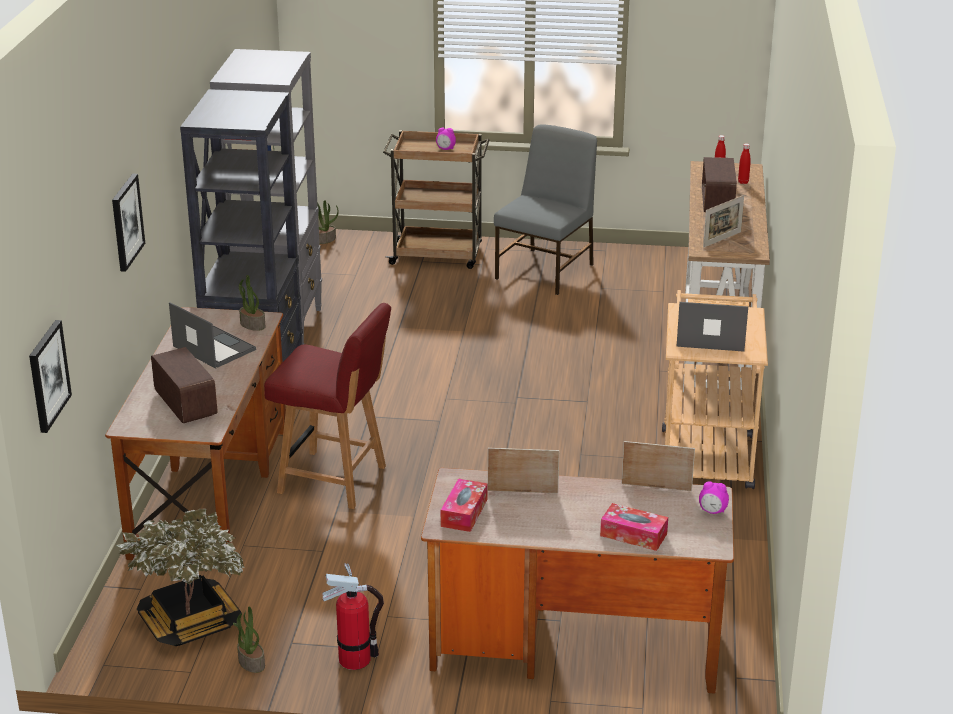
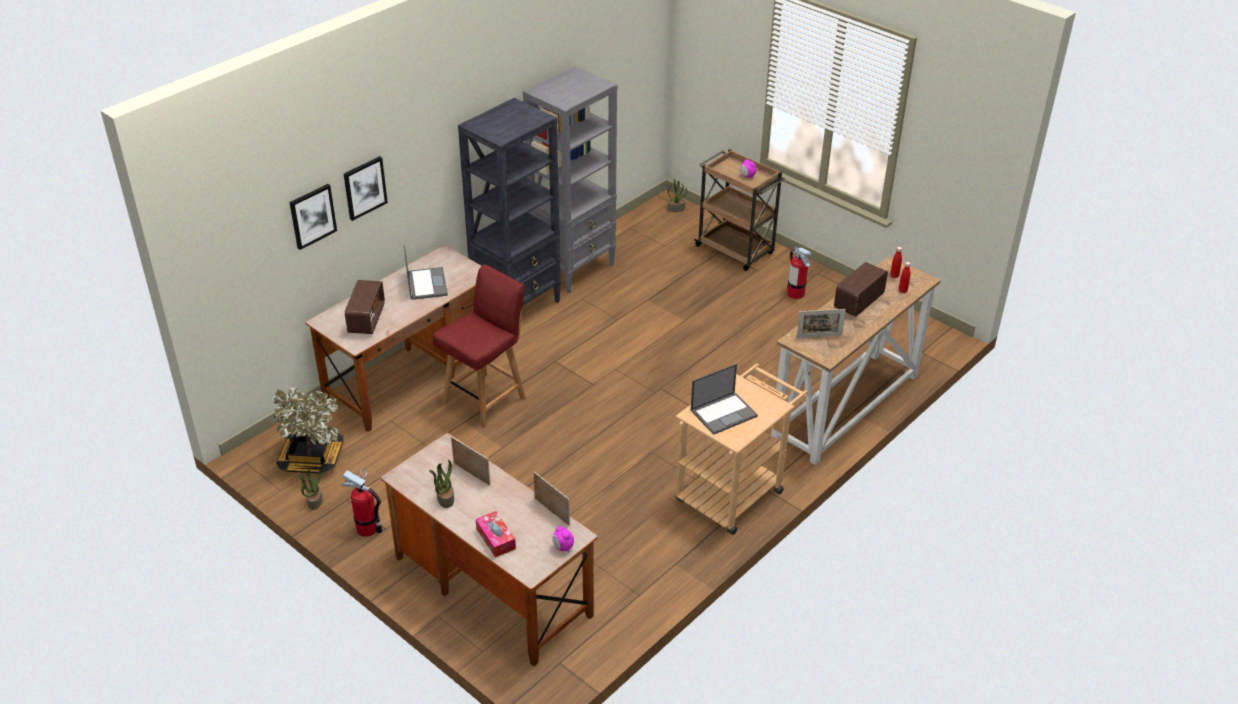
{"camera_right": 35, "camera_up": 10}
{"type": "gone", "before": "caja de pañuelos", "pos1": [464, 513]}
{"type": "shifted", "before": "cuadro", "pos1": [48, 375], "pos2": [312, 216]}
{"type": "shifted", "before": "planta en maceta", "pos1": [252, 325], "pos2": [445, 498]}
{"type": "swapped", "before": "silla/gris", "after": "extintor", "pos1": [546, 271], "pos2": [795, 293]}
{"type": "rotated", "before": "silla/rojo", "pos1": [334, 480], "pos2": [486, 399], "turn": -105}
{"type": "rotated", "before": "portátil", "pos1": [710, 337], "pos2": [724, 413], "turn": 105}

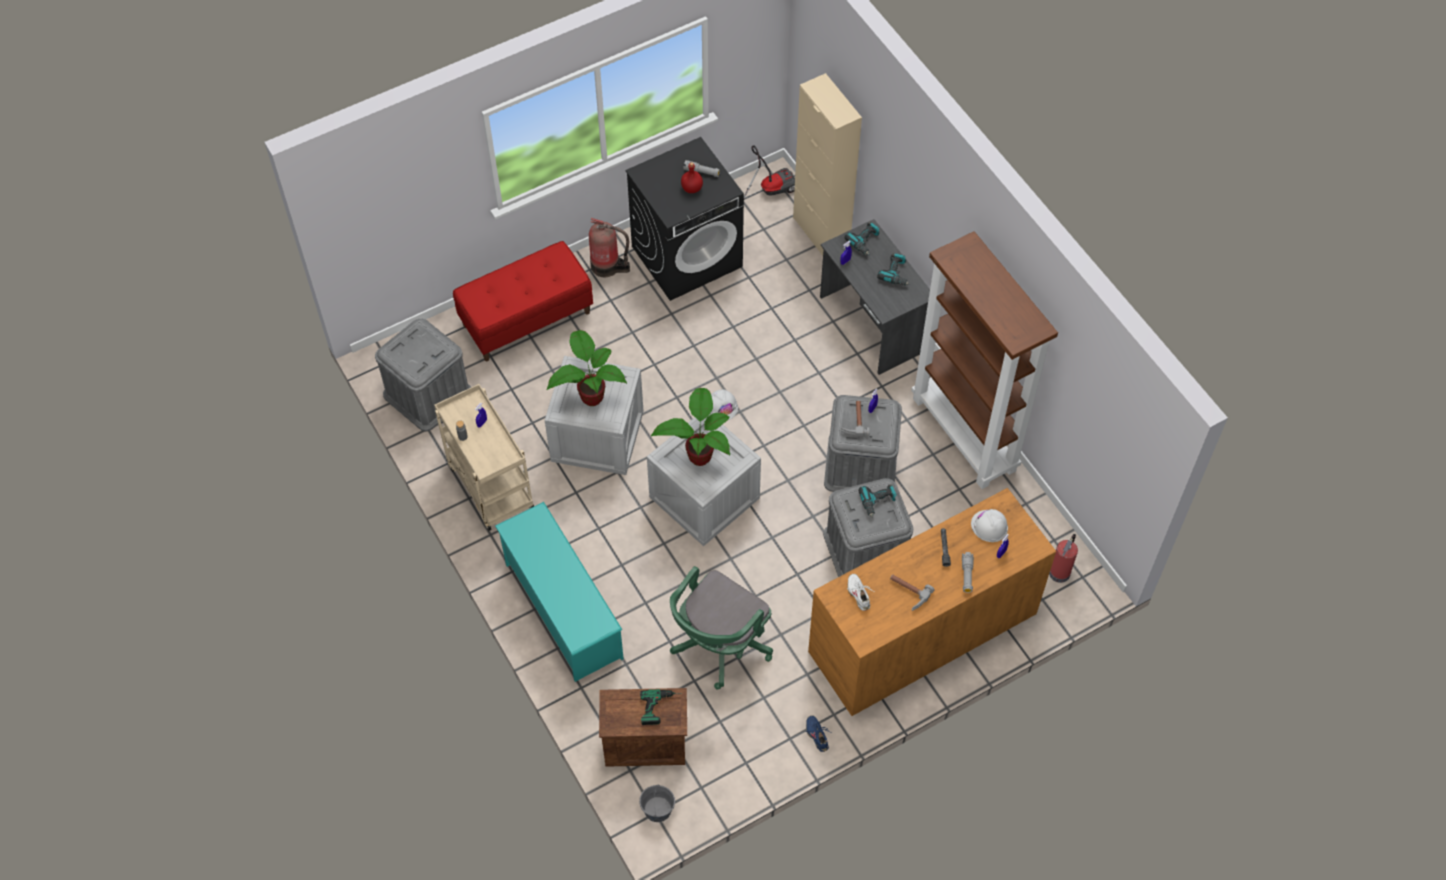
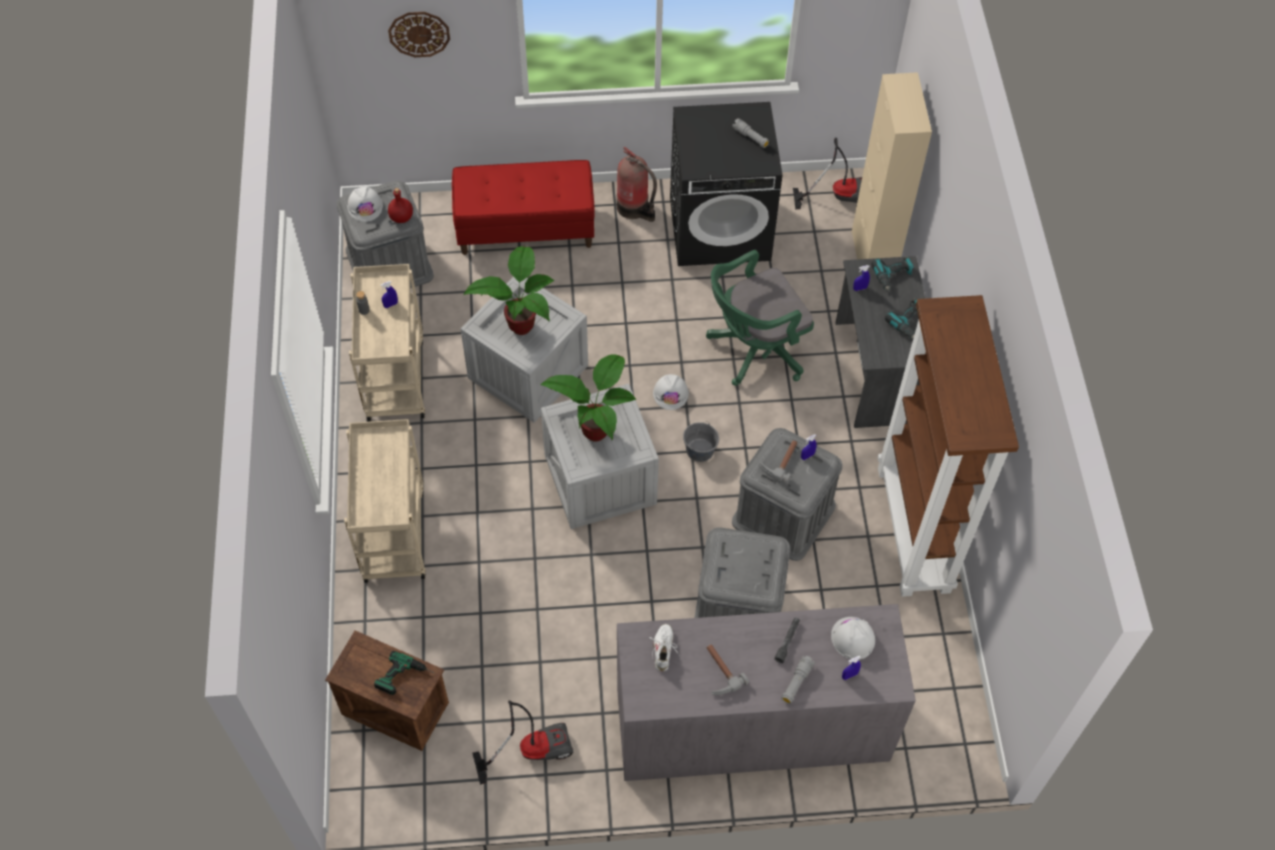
{"camera_right": 25, "camera_up": 0}
{"type": "gone", "before": "zapato/azul", "pos1": [817, 735]}
{"type": "gone", "before": "taladro", "pos1": [878, 502]}
{"type": "gone", "before": "extintor", "pos1": [1060, 572]}
{"type": "new", "after": "casco/blanco", "pos2": [365, 206]}
{"type": "new", "after": "reloj de pared", "pos2": [419, 33]}
{"type": "new", "after": "aspiradora", "pos2": [531, 749]}
{"type": "shifted", "before": "cubo/gris", "pos1": [657, 810], "pos2": [699, 450]}
{"type": "shifted", "before": "silla de oficina/verde", "pos1": [718, 646], "pos2": [754, 349]}
{"type": "shifted", "before": "botella/rojo", "pos1": [692, 188], "pos2": [402, 218]}
{"type": "swapped", "before": "zapatero/turquesa", "after": "carrito/beis", "pos1": [562, 610], "pos2": [393, 533]}
{"type": "repainted", "before": "cómoda/marrón", "after": "cómoda/gris", "pos1": [922, 632], "pos2": [751, 724]}

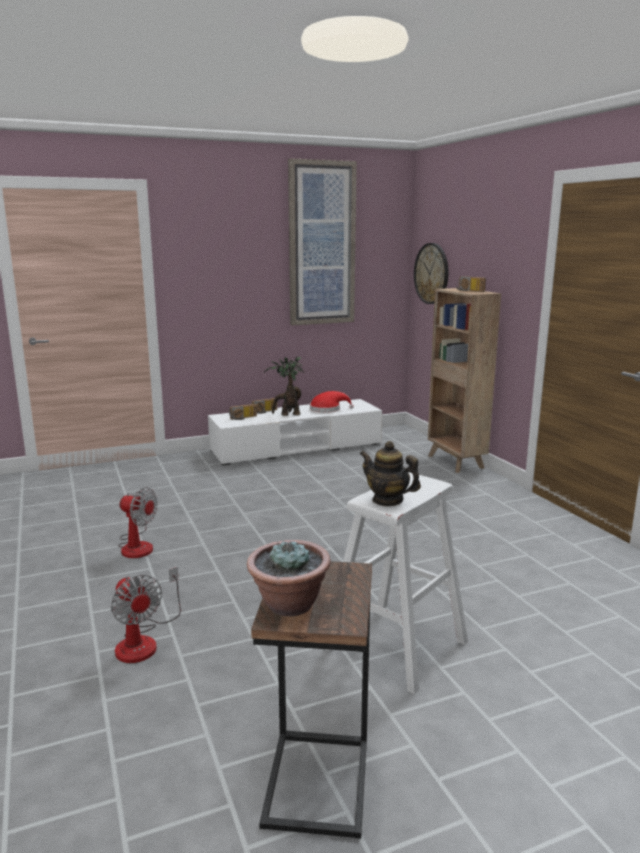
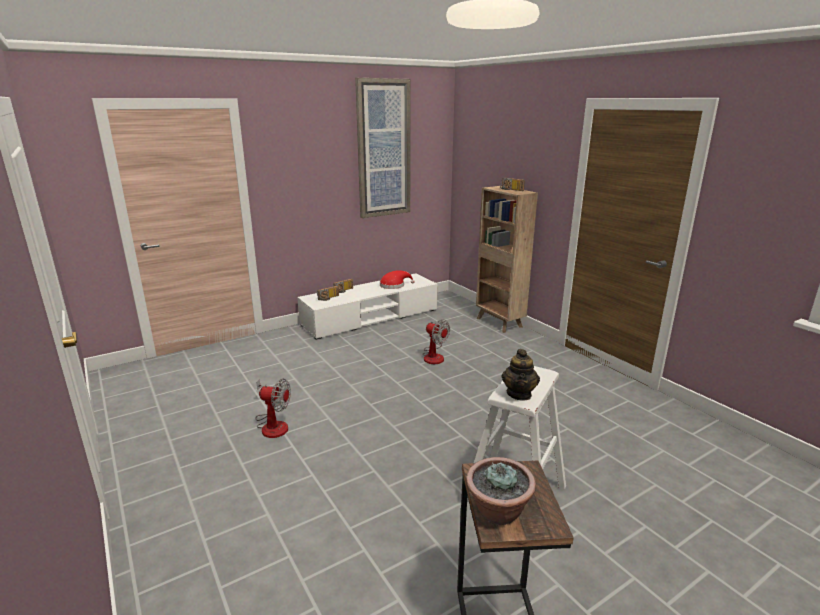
{"camera_right": -10, "camera_up": 5}
{"type": "gone", "before": "planta en maceta", "pos1": [288, 414]}
{"type": "gone", "before": "reloj de pared", "pos1": [431, 273]}
{"type": "shifted", "before": "ventilador", "pos1": [144, 641], "pos2": [434, 355]}
{"type": "rotated", "before": "tetera", "pos1": [387, 500], "pos2": [519, 394], "turn": -105}

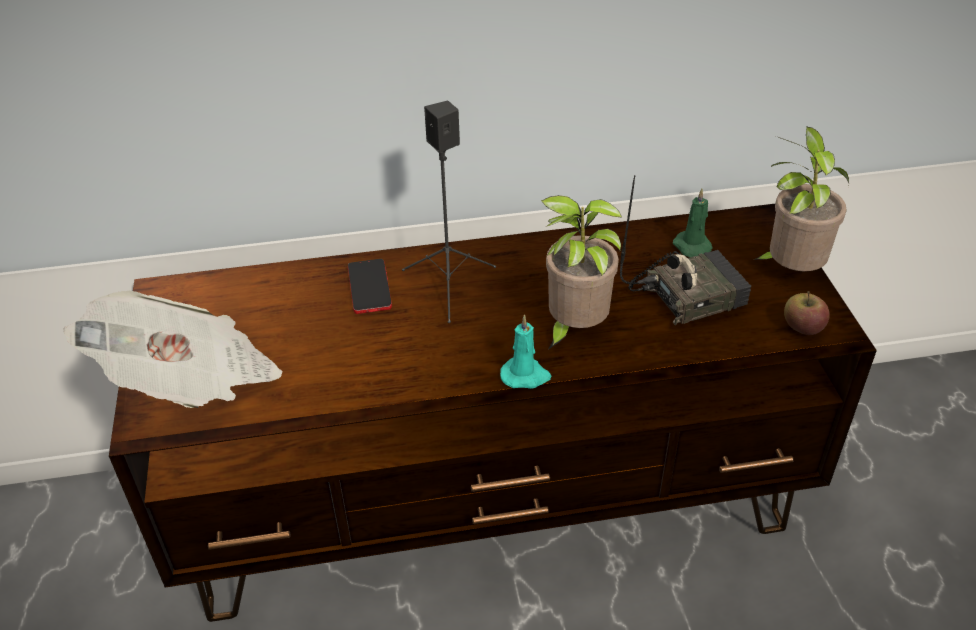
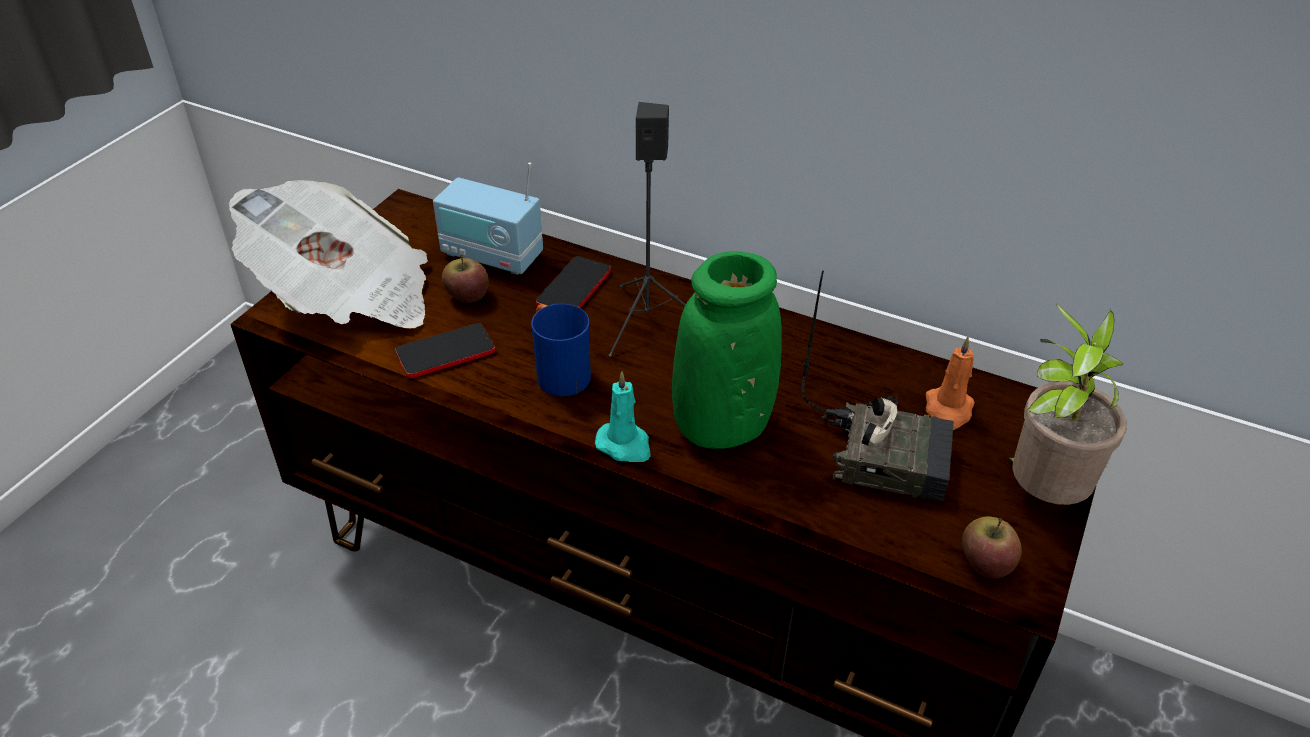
{"camera_right": 35, "camera_up": 0}
{"type": "new", "after": "móvil", "pos2": [446, 352]}
{"type": "new", "after": "radio", "pos2": [491, 256]}
{"type": "new", "after": "manzana", "pos2": [467, 296]}
{"type": "new", "after": "taza grande/azul", "pos2": [558, 372]}
{"type": "swapped", "before": "planta en maceta", "after": "florero/verde", "pos1": [574, 329], "pos2": [722, 426]}
{"type": "repainted", "before": "vela/verde", "after": "vela/naranja", "pos1": [693, 248], "pos2": [948, 410]}

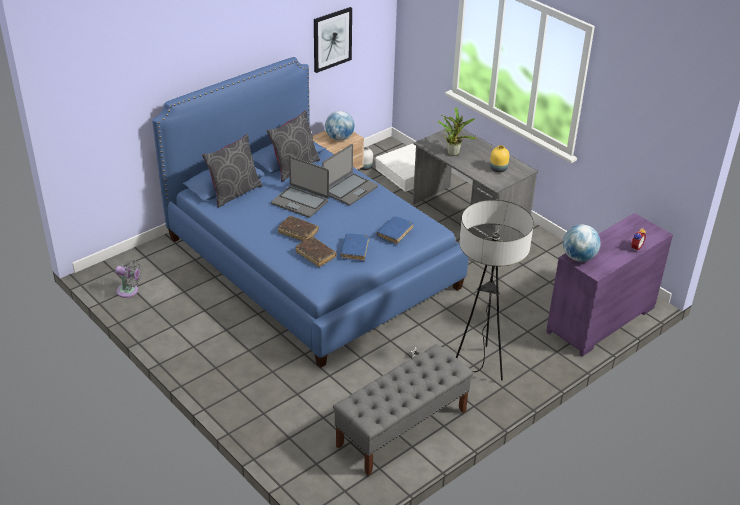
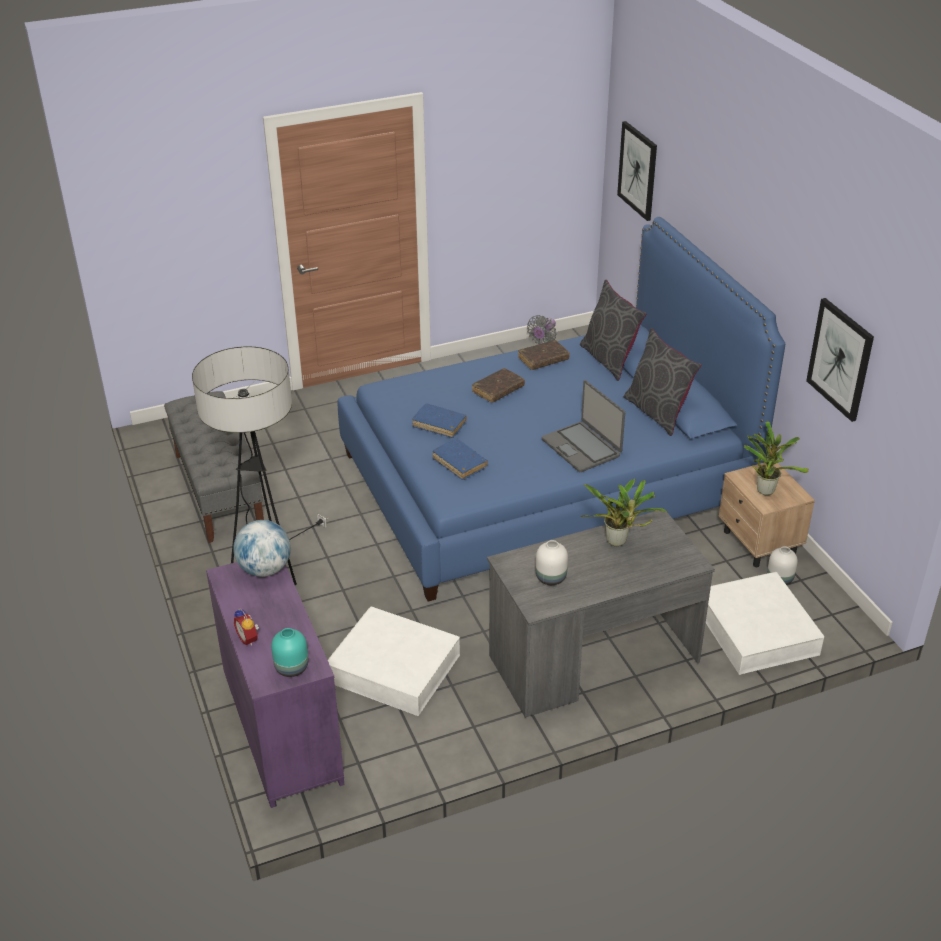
{"camera_right": 110, "camera_up": 0}
{"type": "gone", "before": "portátil", "pos1": [300, 202]}
{"type": "new", "after": "florero/turquesa", "pos2": [292, 668]}
{"type": "new", "after": "caja de almacenaje/blanco", "pos2": [394, 668]}
{"type": "new", "after": "cuadro", "pos2": [638, 170]}
{"type": "shifted", "before": "libro/marrón", "pos1": [315, 255], "pos2": [543, 359]}
{"type": "swapped", "before": "globo terráqueo", "after": "planta en maceta", "pos1": [339, 138], "pos2": [765, 489]}
{"type": "repainted", "before": "florero/amarillo", "after": "florero/blanco", "pos1": [498, 169], "pos2": [550, 578]}

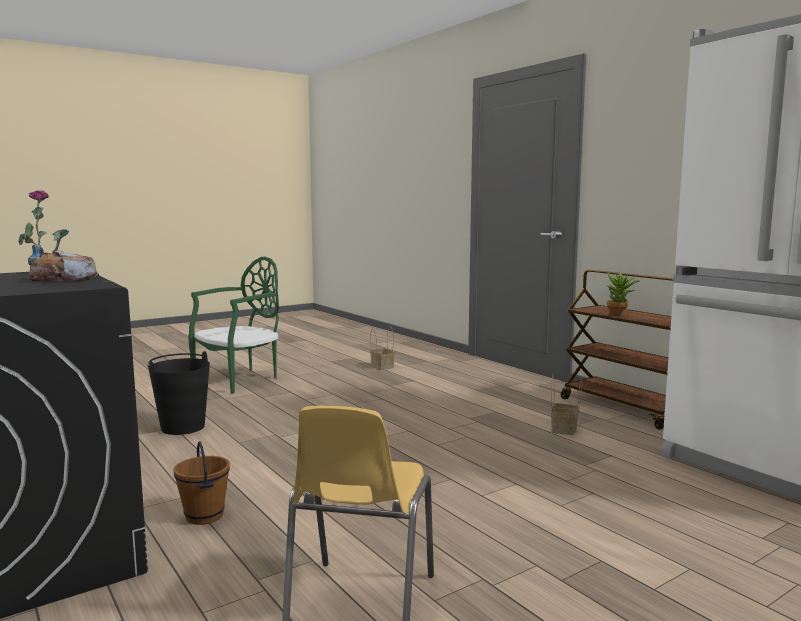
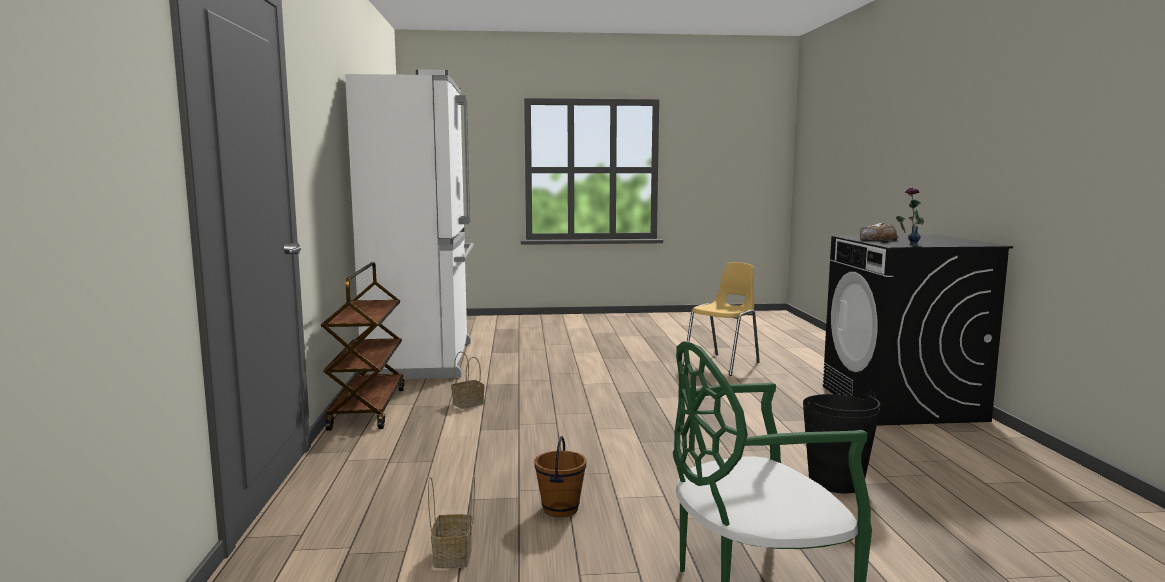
{"camera_right": -150, "camera_up": 0}
{"type": "gone", "before": "planta en maceta", "pos1": [620, 315]}
{"type": "shifted", "before": "cubo/marrón", "pos1": [203, 516], "pos2": [561, 509]}

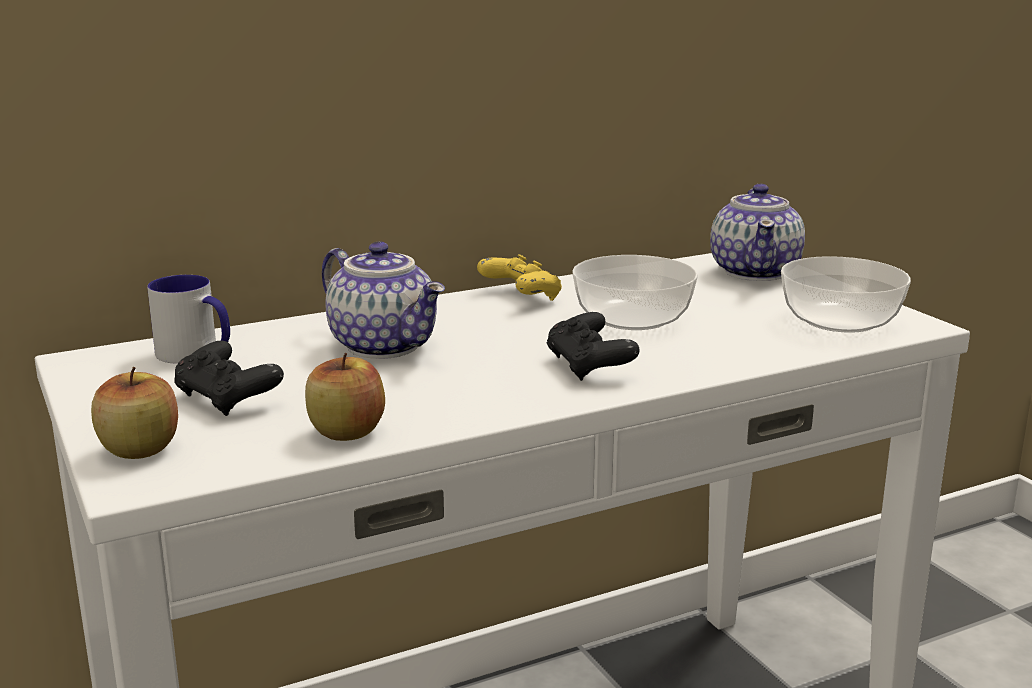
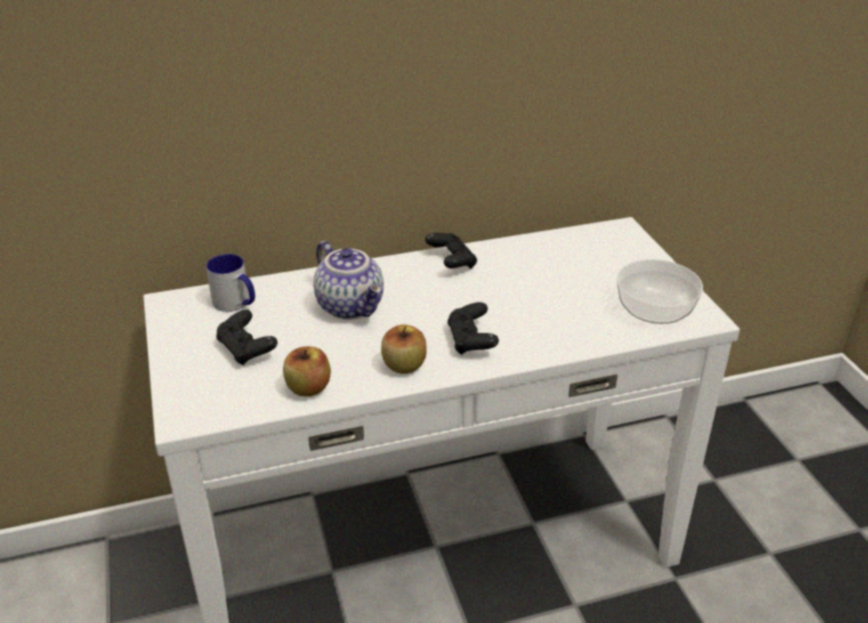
{"camera_right": 10, "camera_up": 15}
{"type": "gone", "before": "cuenco", "pos1": [631, 318]}
{"type": "gone", "before": "tetera", "pos1": [756, 272]}
{"type": "shifted", "before": "manzana", "pos1": [139, 449], "pos2": [404, 366]}
{"type": "repainted", "before": "mando de consola/amarillo", "after": "mando de consola/negro", "pos1": [520, 297], "pos2": [451, 262]}

